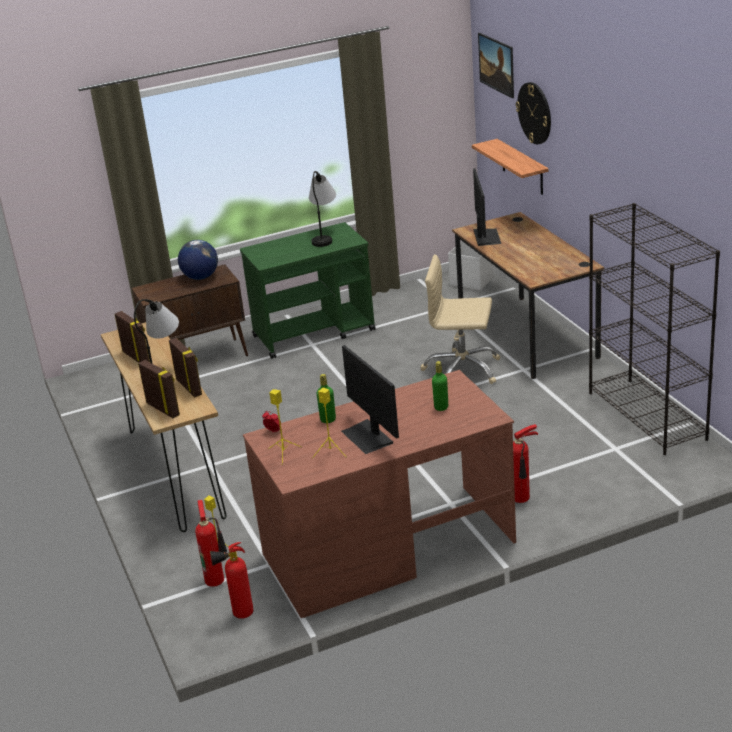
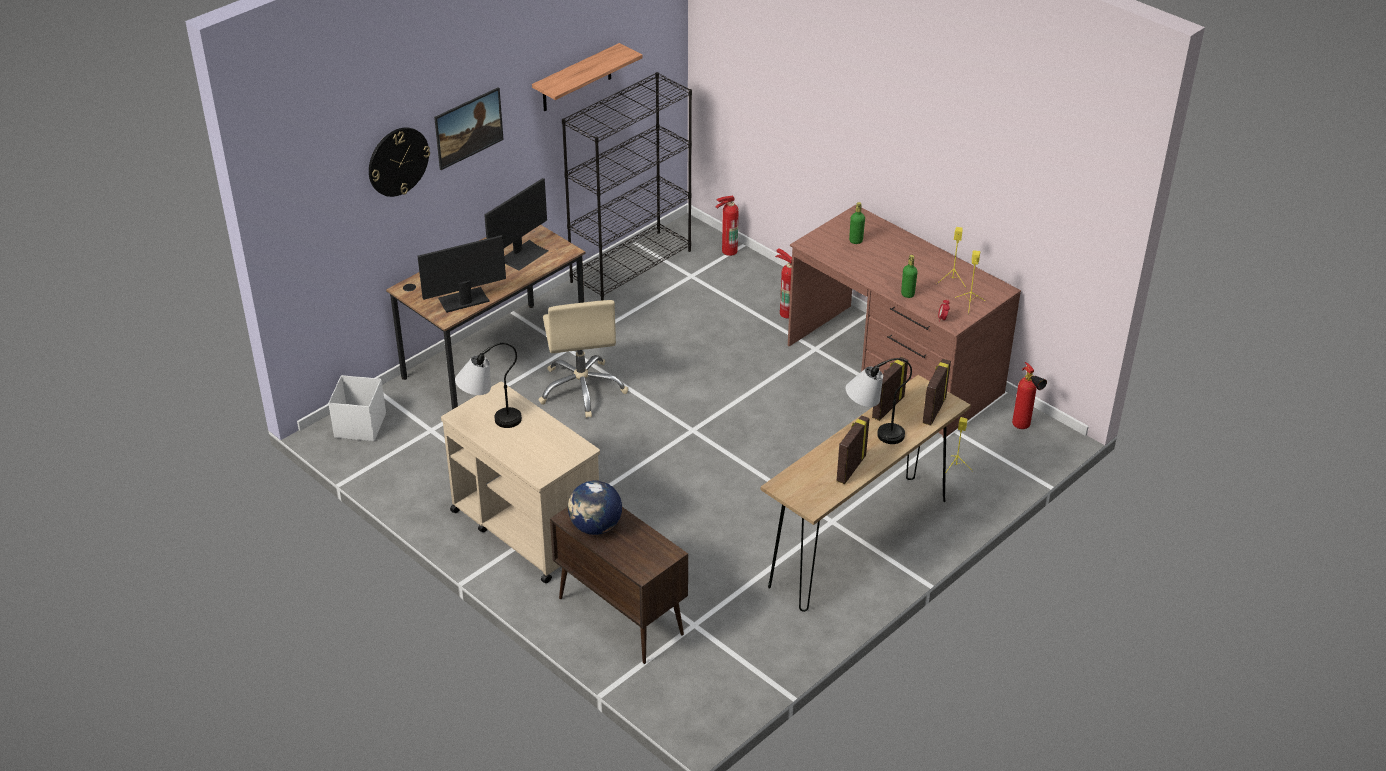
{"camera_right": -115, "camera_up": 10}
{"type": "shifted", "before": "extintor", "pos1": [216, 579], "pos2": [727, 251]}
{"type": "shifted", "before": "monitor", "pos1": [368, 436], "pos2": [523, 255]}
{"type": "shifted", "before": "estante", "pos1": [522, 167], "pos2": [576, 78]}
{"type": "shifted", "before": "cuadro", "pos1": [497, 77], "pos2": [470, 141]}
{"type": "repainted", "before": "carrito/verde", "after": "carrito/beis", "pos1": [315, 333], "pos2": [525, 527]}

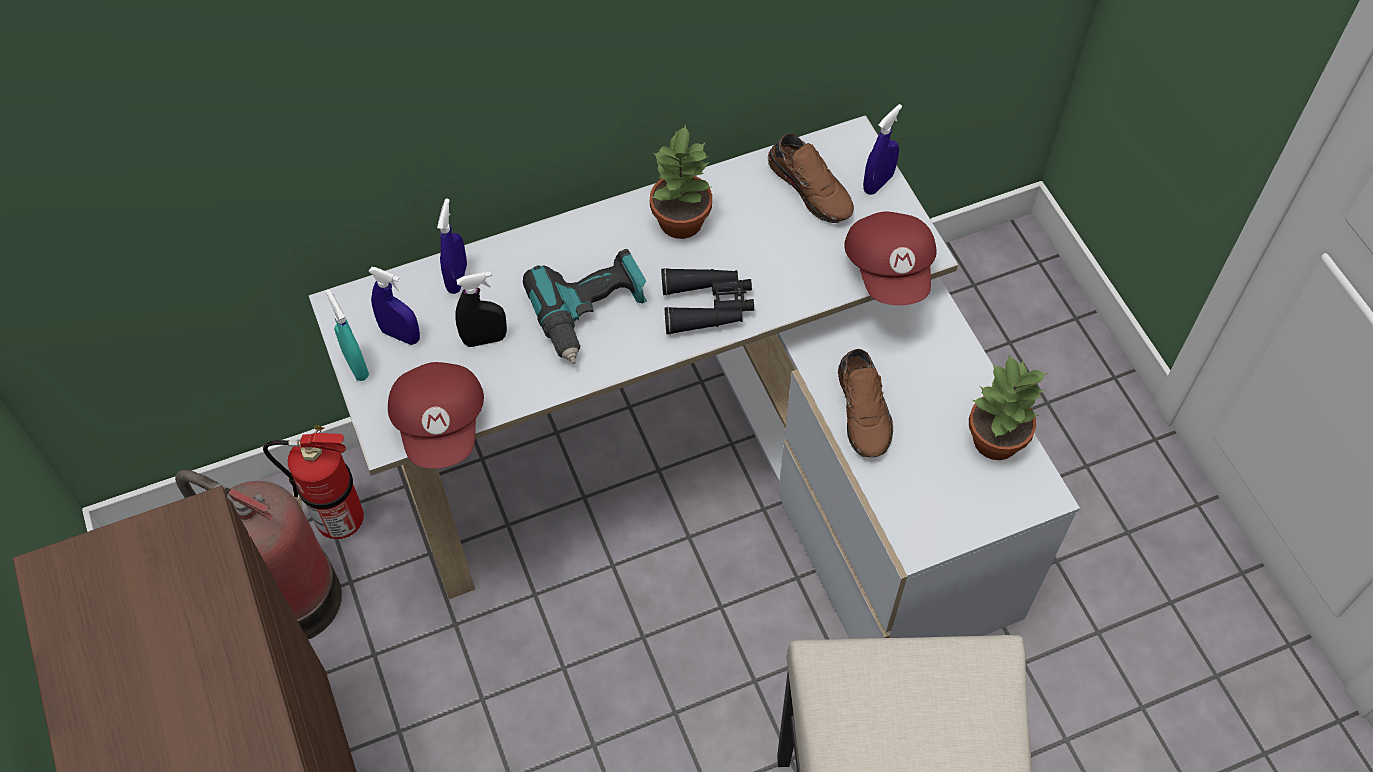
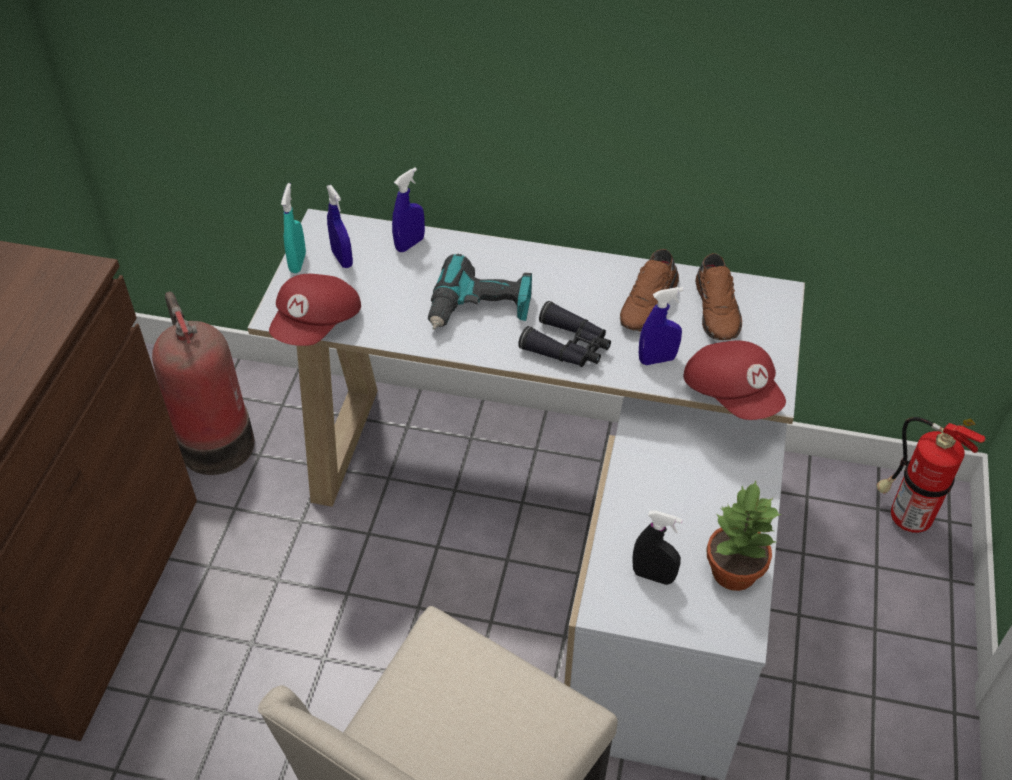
{"camera_right": 35, "camera_up": -10}
{"type": "gone", "before": "planta en maceta", "pos1": [680, 222]}
{"type": "shifted", "before": "extintor", "pos1": [335, 521], "pos2": [904, 517]}
{"type": "shifted", "before": "pulverizador/negro", "pos1": [485, 339], "pos2": [653, 576]}
{"type": "shifted", "before": "zapato/marrón", "pos1": [864, 411], "pos2": [651, 304]}
{"type": "shifted", "before": "pulverizador/azul", "pos1": [878, 183], "pos2": [657, 359]}
{"type": "rotated", "before": "gorra/rojo", "pos1": [890, 270], "pos2": [732, 394], "turn": -60}

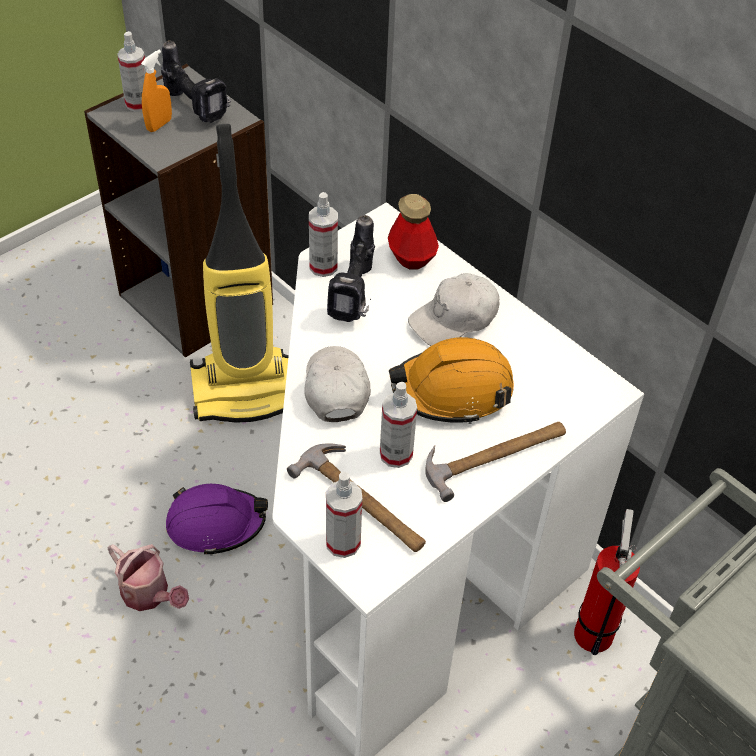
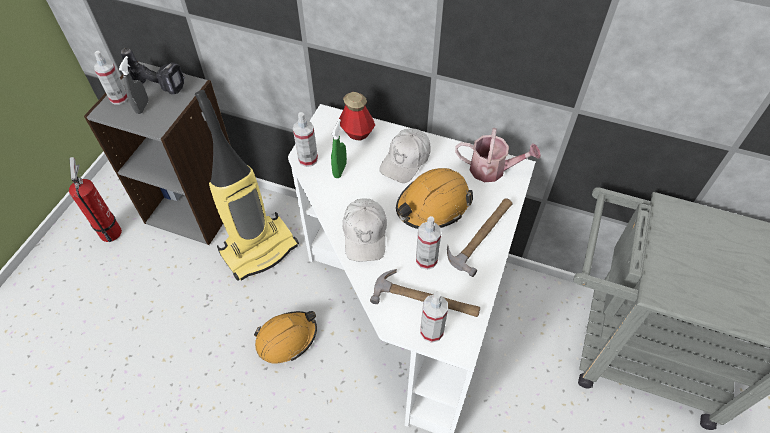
{"camera_right": -25, "camera_up": 5}
{"type": "shifted", "before": "regadera", "pos1": [150, 595], "pos2": [492, 170]}
{"type": "shifted", "before": "extintor", "pos1": [594, 630], "pos2": [110, 230]}
{"type": "swapped", "before": "taladro", "after": "pulverizador/verde", "pos1": [356, 296], "pos2": [340, 170]}
{"type": "repainted", "before": "pulverizador/naranja", "after": "pulverizador/gris", "pos1": [159, 125], "pos2": [142, 107]}
{"type": "repainted", "before": "casco/morado", "after": "casco/naranja", "pos1": [216, 524], "pos2": [286, 338]}
{"type": "rotated", "before": "gorra/blanco", "pos1": [336, 389], "pos2": [365, 234], "turn": -150}

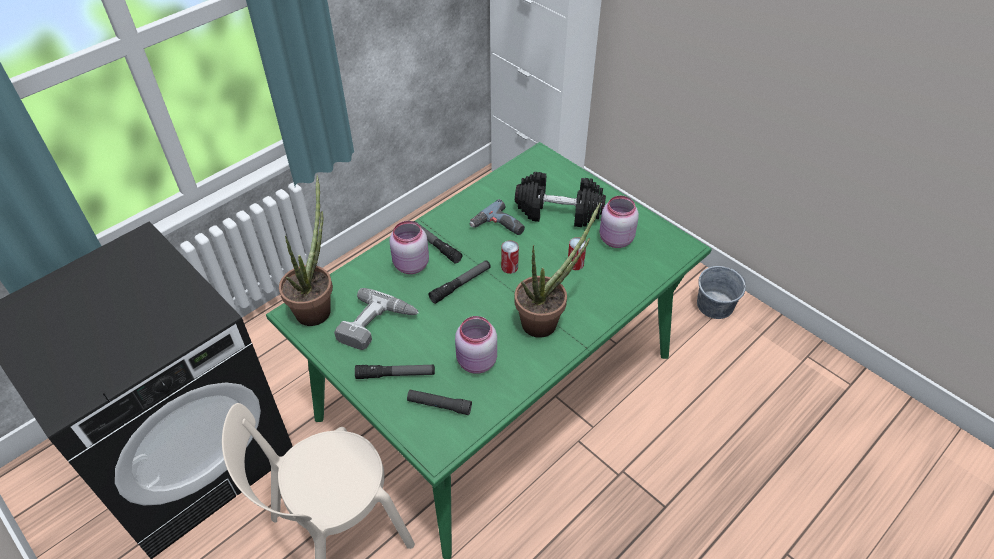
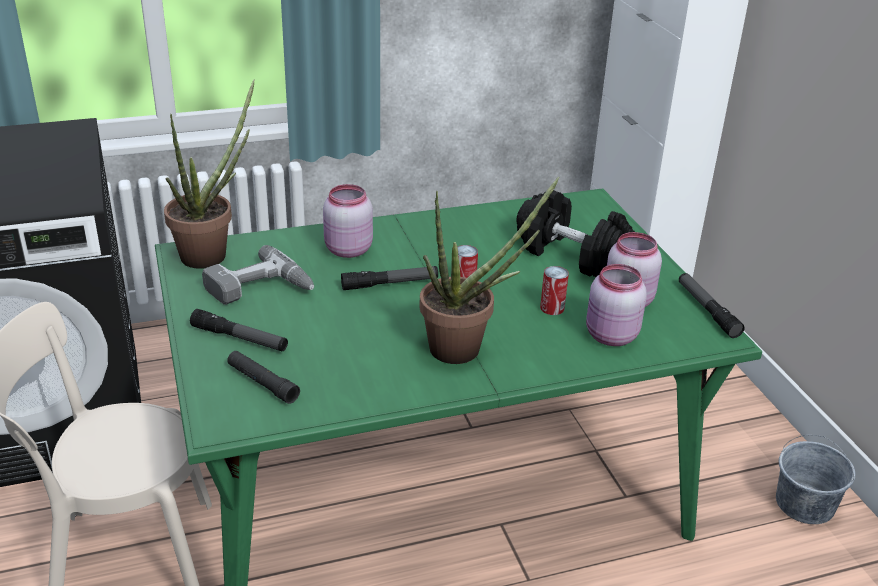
{"camera_right": 25, "camera_up": -15}
{"type": "gone", "before": "taladro", "pos1": [498, 227]}
{"type": "shifted", "before": "linterna", "pos1": [435, 245], "pos2": [707, 310]}
{"type": "shifted", "before": "tarro/rosa", "pos1": [476, 362], "pos2": [610, 336]}

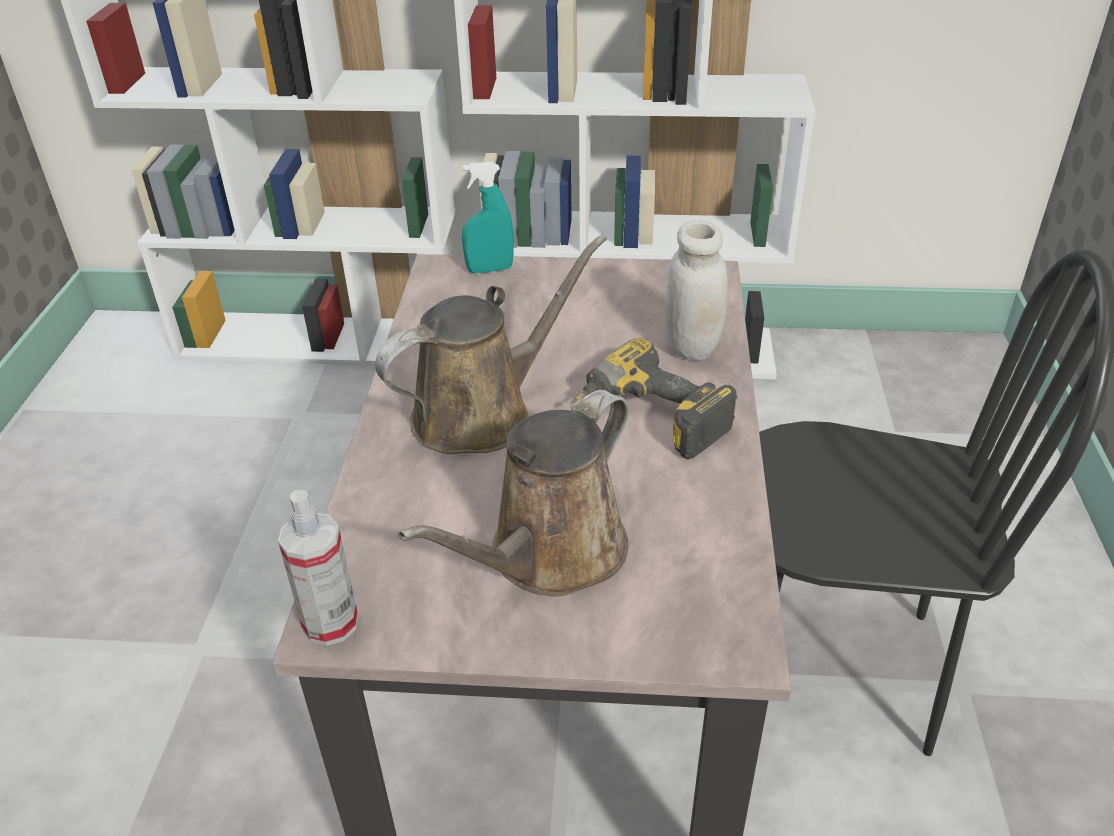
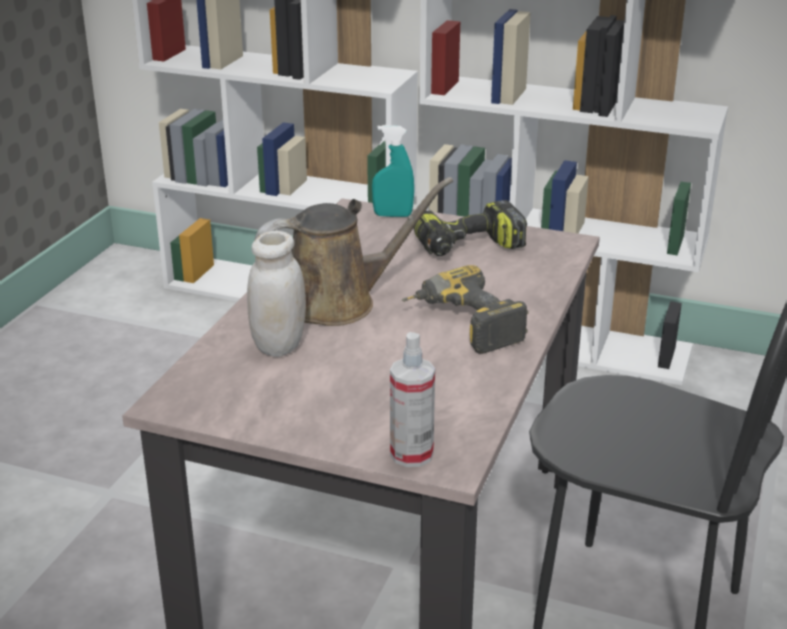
{"camera_right": 15, "camera_up": -10}
{"type": "gone", "before": "regadera/marrón", "pos1": [549, 555]}
{"type": "new", "after": "taladro", "pos2": [468, 247]}
{"type": "shifted", "before": "pulverizador", "pos1": [330, 623], "pos2": [411, 454]}
{"type": "shifted", "before": "tarro/blanco", "pos1": [692, 346], "pos2": [279, 345]}

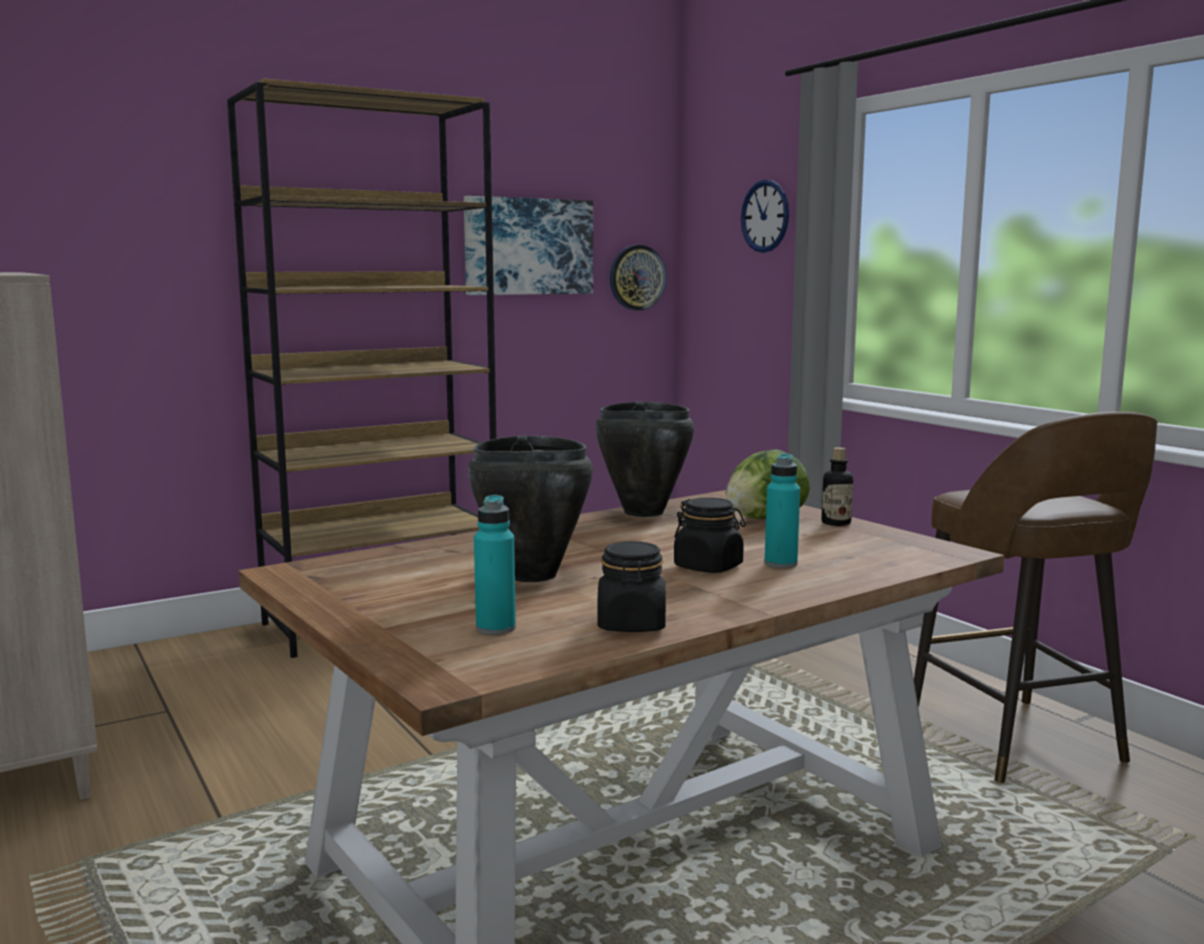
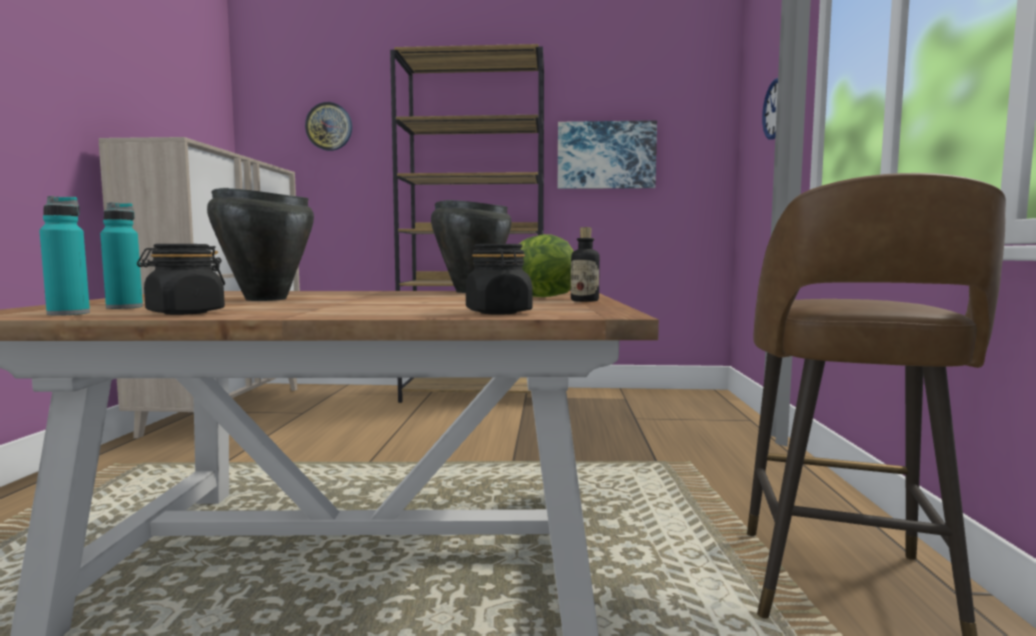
{"camera_right": 35, "camera_up": -5}
{"type": "shifted", "before": "reloj de pared", "pos1": [637, 277], "pos2": [329, 126]}
{"type": "shifted", "before": "tarro/negro", "pos1": [708, 567], "pos2": [498, 312]}
{"type": "shifted", "before": "botella/turquesa", "pos1": [780, 563], "pos2": [68, 314]}

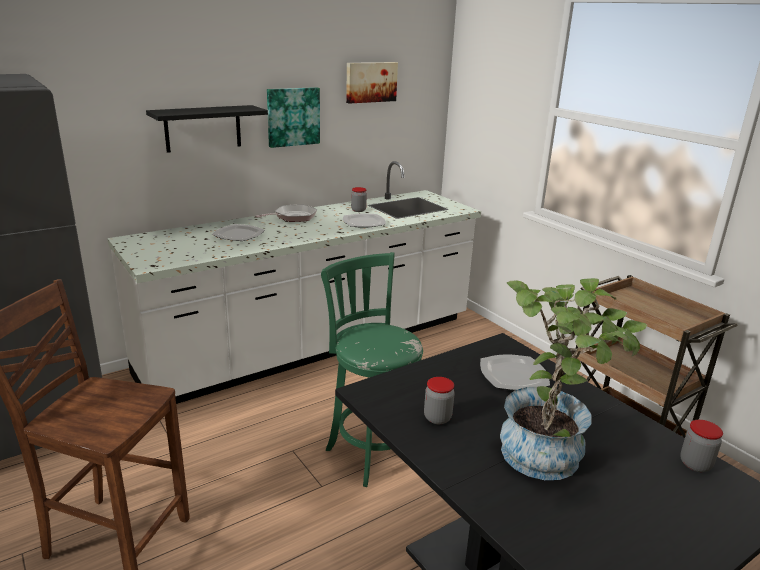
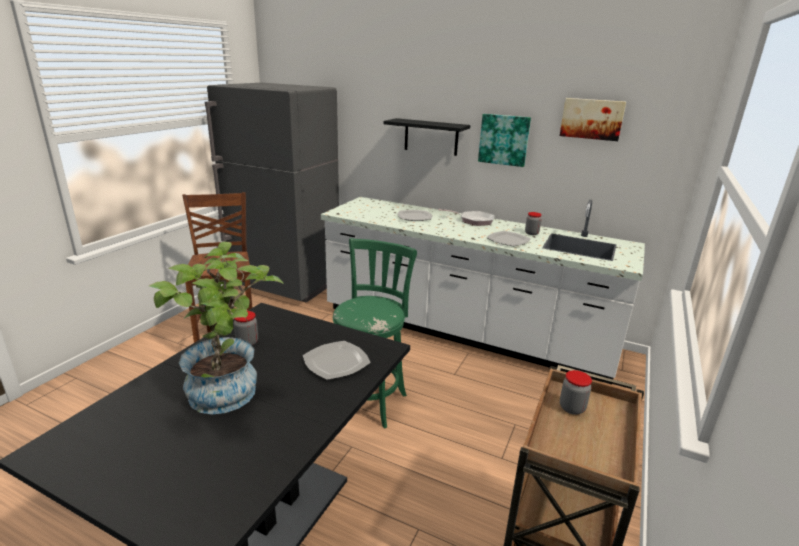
{"camera_right": 60, "camera_up": 0}
{"type": "shifted", "before": "tarro", "pos1": [695, 464], "pos2": [572, 408]}

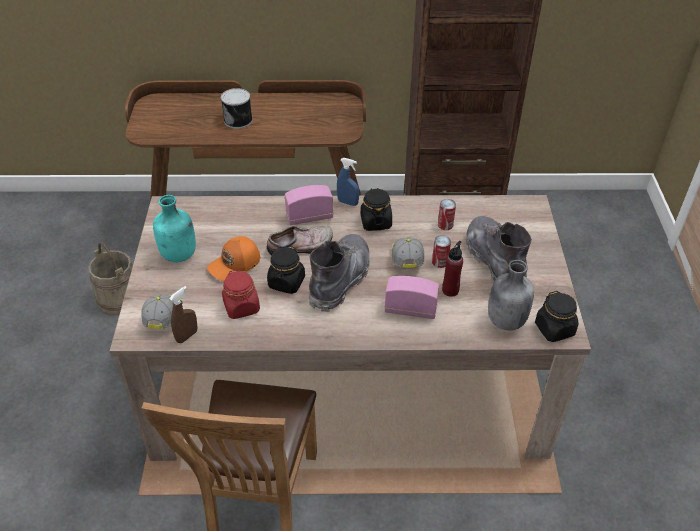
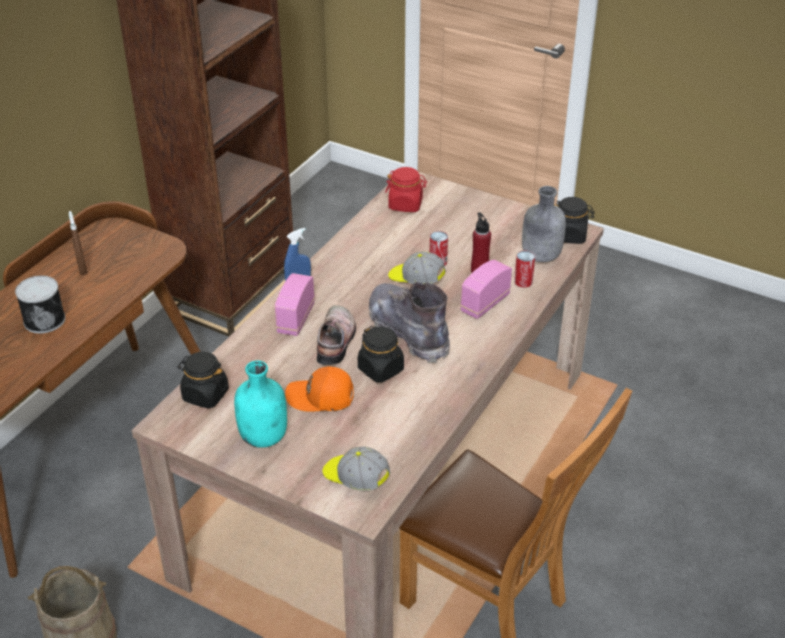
{"camera_right": -60, "camera_up": -5}
{"type": "gone", "before": "bota/gris", "pos1": [494, 260]}
{"type": "shifted", "before": "pulverizador/marrón", "pos1": [187, 336], "pos2": [82, 268]}
{"type": "shifted", "before": "tarro/rojo", "pos1": [242, 307], "pos2": [405, 204]}
{"type": "shifted", "before": "tarro/negro", "pos1": [375, 222], "pos2": [205, 395]}
{"type": "shifted", "before": "lata", "pos1": [445, 225], "pos2": [523, 281]}
{"type": "rotated", "before": "gorra/naranja", "pos1": [235, 265], "pos2": [321, 397], "turn": 105}

